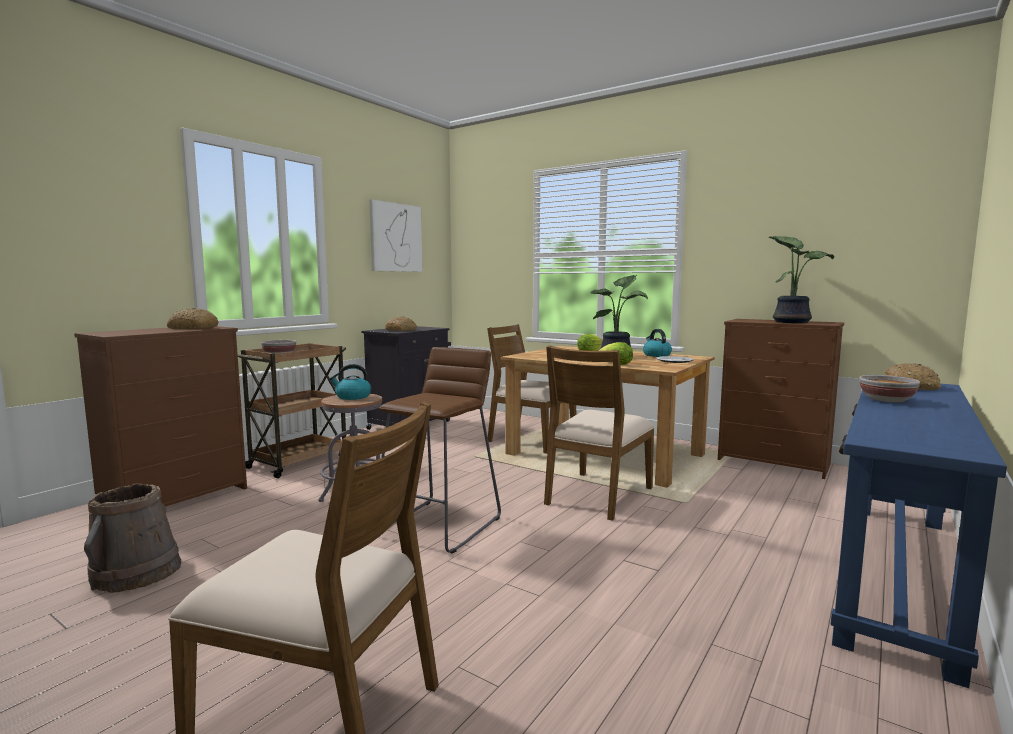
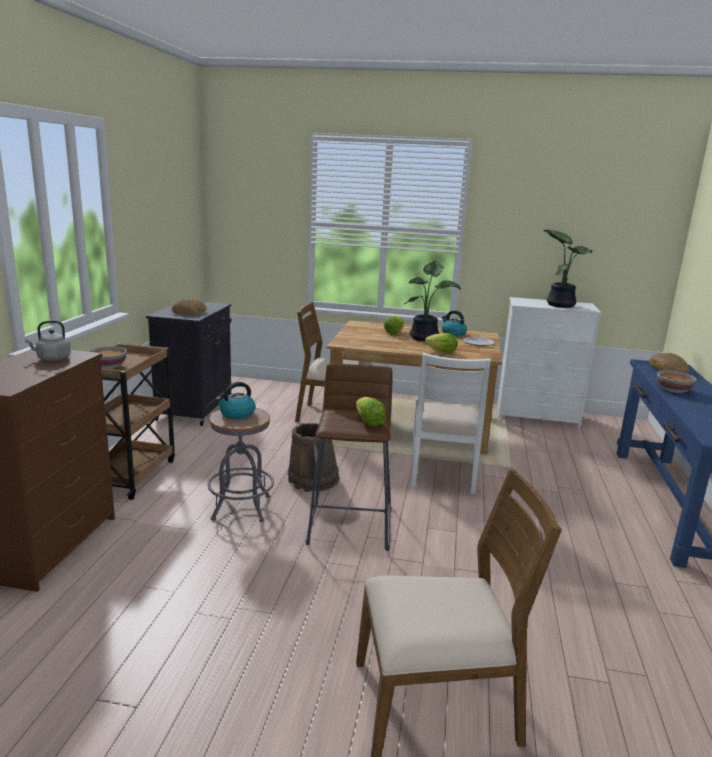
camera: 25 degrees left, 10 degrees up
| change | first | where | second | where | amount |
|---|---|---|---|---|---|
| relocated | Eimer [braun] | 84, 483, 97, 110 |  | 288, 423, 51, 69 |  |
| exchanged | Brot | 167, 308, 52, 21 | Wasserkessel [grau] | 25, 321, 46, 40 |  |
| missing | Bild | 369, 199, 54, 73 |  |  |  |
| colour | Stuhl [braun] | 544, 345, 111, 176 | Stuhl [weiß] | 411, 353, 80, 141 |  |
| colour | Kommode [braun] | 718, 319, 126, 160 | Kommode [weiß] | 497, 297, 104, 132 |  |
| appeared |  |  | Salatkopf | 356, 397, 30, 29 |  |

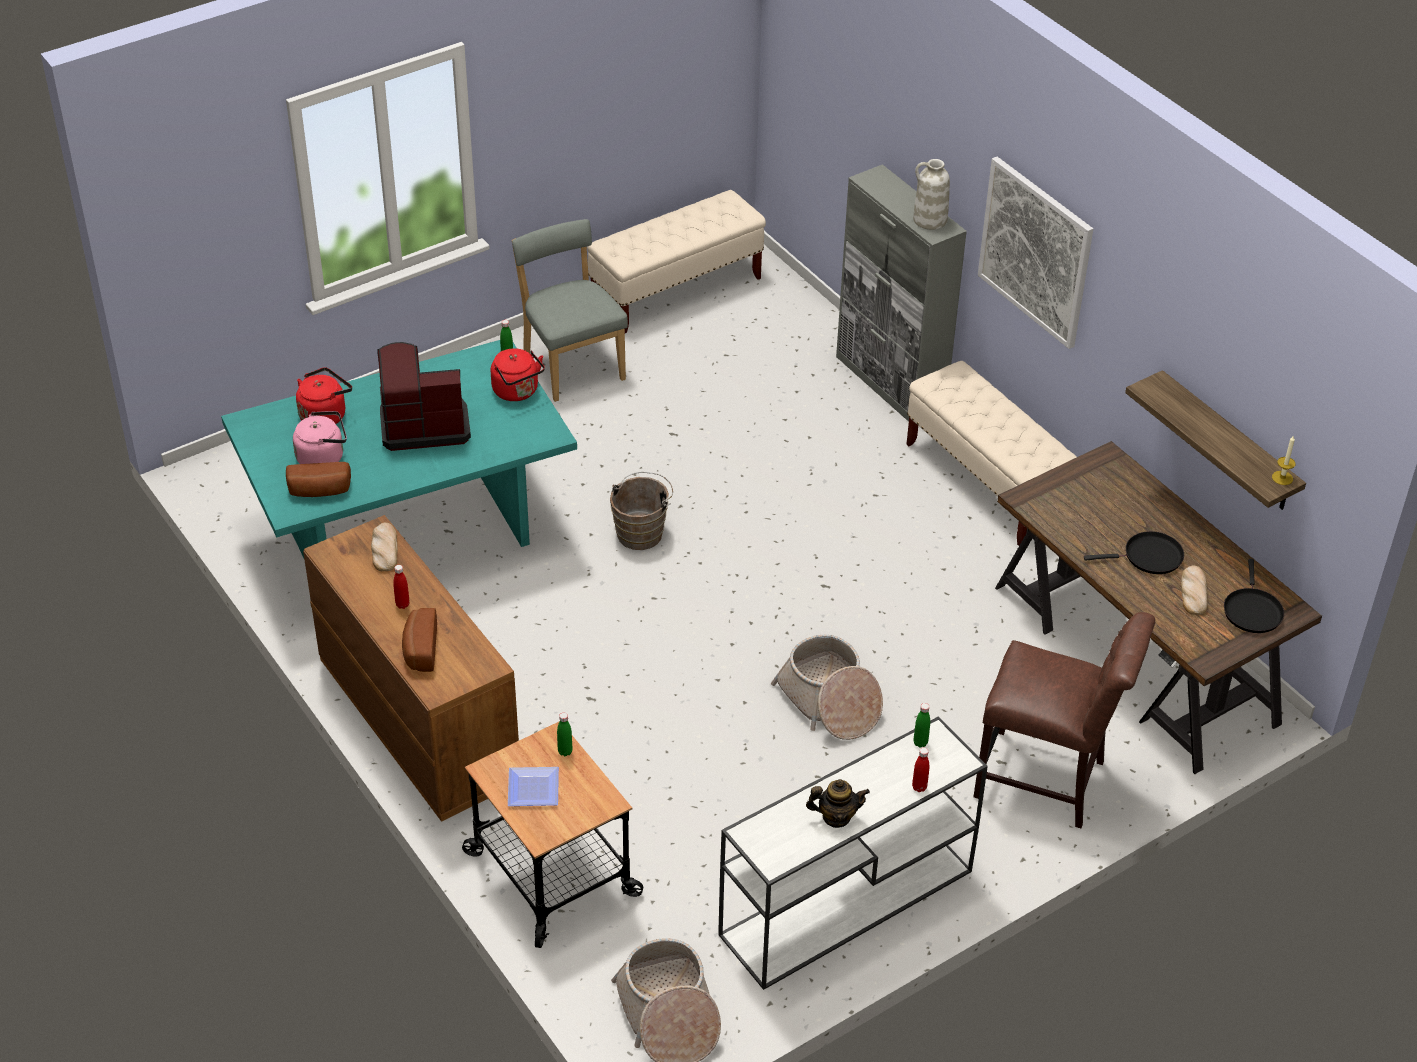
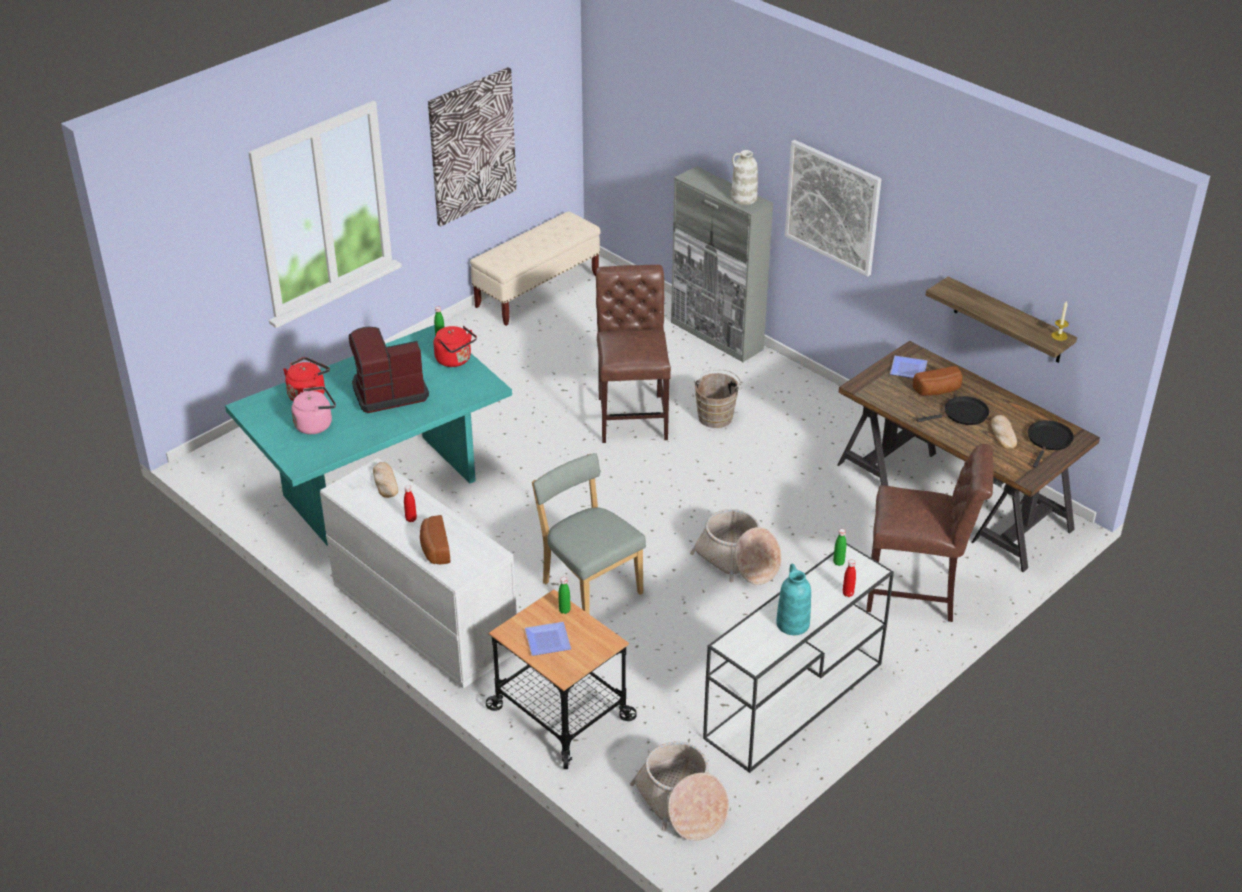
camera: 10 degrees left, 5 degrees down
| change | first | where | second | where | amount |
|---|---|---|---|---|---|
| relocated | Brot | 286, 462, 65, 35 |  | 913, 366, 50, 30 |  |
| colour | Kommode [braun] | 303, 515, 216, 307 | Kommode [weiß] | 320, 458, 197, 230 |  |
| relocated | Stuhl [grau] | 512, 219, 116, 183 |  | 532, 453, 114, 162 |  |
| relocated | Eimer [braun] | 610, 472, 63, 78 |  | 694, 370, 48, 58 |  |
| exchanged | Teekanne | 806, 779, 64, 49 | Vase [türkis] | 776, 564, 35, 71 |  |
| missing | Bank [beige] | 907, 361, 170, 185 |  |  |  |
| spun | Pfanne [schwarz] | 1224, 559, 60, 74 |  | 1028, 420, 46, 48 | 150 degrees counterclockwise |
| appeared |  |  | Bild | 428, 67, 89, 159 |  |
| appeared |  |  | Stuhl [braun] | 596, 265, 75, 178 |  |
| appeared |  |  | Teller | 890, 356, 37, 22 |  |

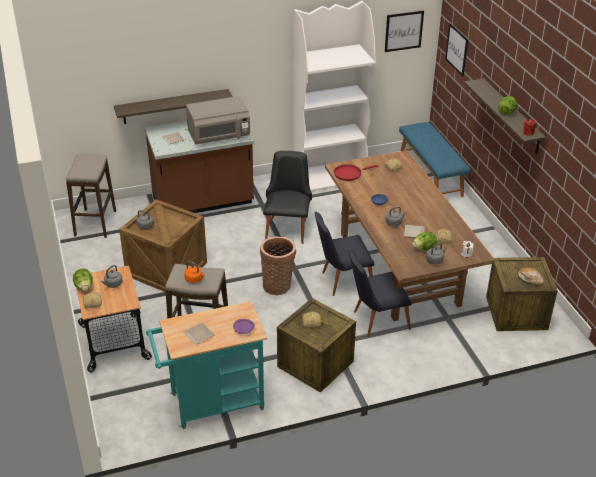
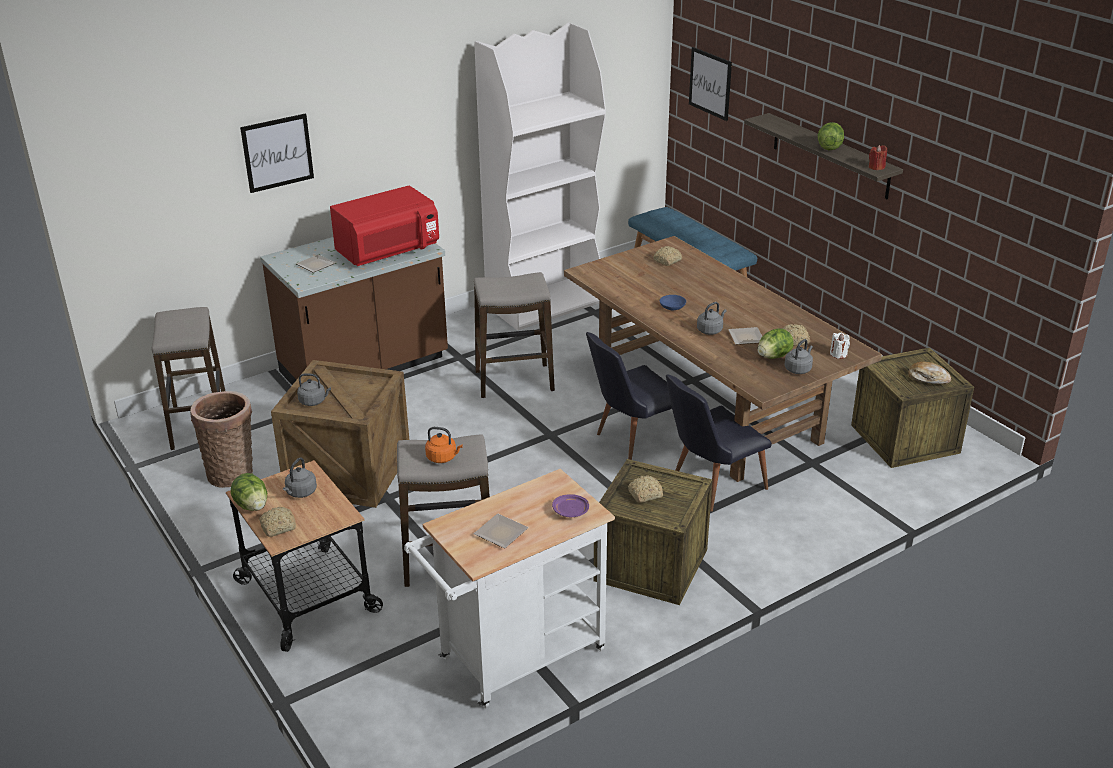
camera: 15 degrees left, 5 degrees down
| change | first | where | second | where | amount |
|---|---|---|---|---|---|
| missing | Wandregal | 114, 89, 119, 35 |  |  |  |
| colour | Rollwagen [türkis] | 146, 301, 121, 128 | Rollwagen [weiß] | 404, 469, 211, 239 |  |
| colour | Mikrowelle [grau] | 186, 96, 64, 48 | Mikrowelle [rot] | 330, 186, 109, 80 |  |
| relocated | Korb | 260, 237, 36, 58 |  | 190, 391, 63, 97 |  |
| exchanged | Stuhl [schwarz] | 263, 151, 49, 93 | Hocker | 474, 272, 81, 126 |  |
| missing | Pfanne [rot] | 334, 164, 44, 17 |  |  |  |
| relocated | Bild | 385, 10, 39, 42 |  | 240, 113, 74, 80 |  |

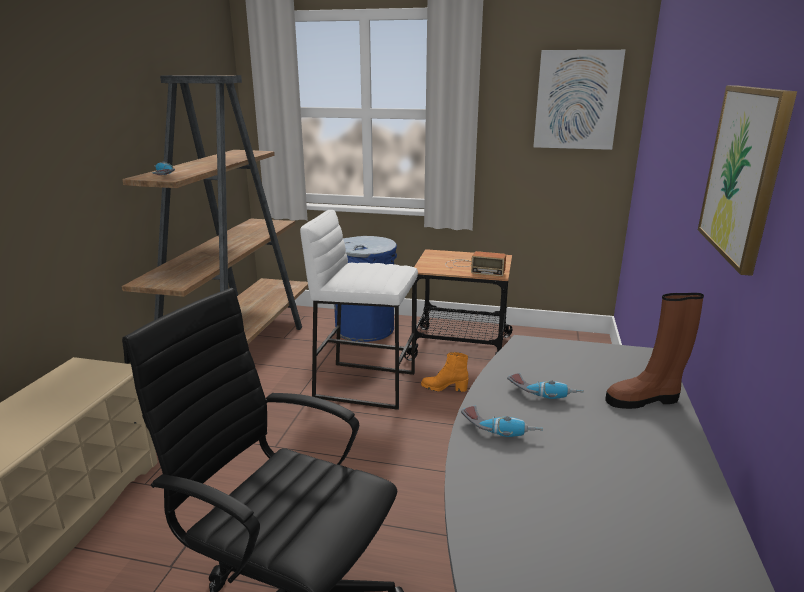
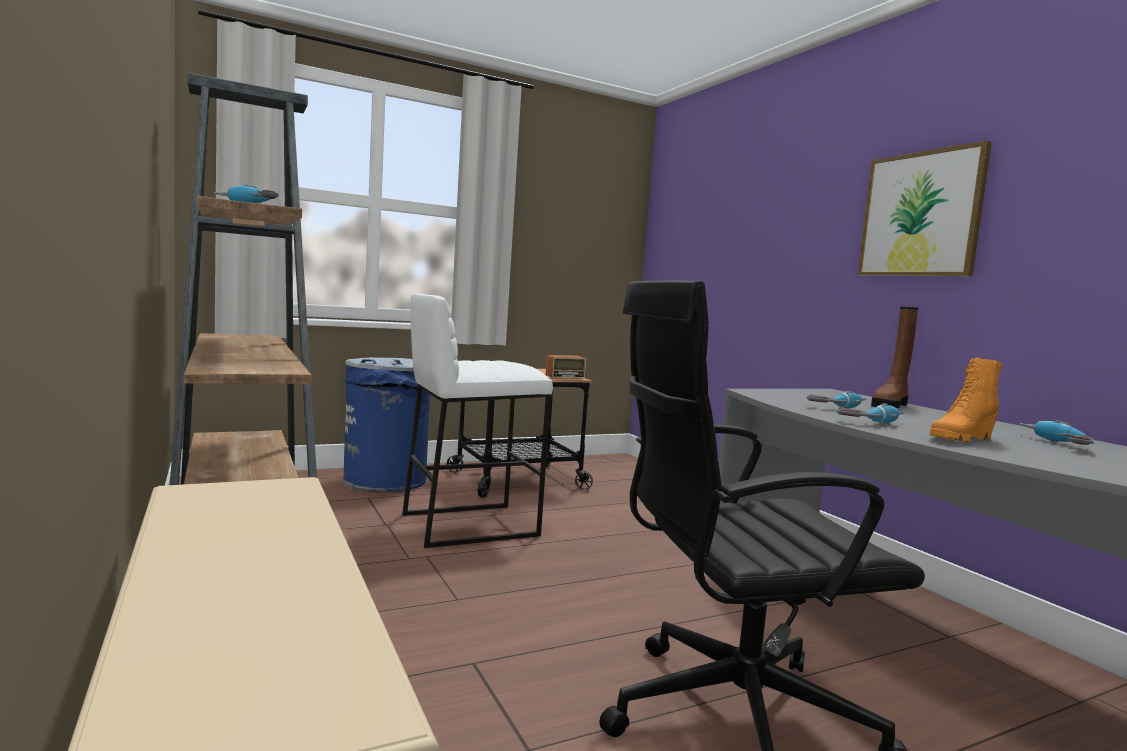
camera: 40 degrees left, 15 degrees down
| change | first | where | second | where | amount |
|---|---|---|---|---|---|
| relocated | Stiefel [orange] | 421, 352, 48, 40 |  | 930, 358, 72, 85 |  |
| missing | Bild | 533, 50, 92, 100 |  |  |  |
| appeared |  |  | Bohrmaschine | 1020, 420, 74, 25 |  |

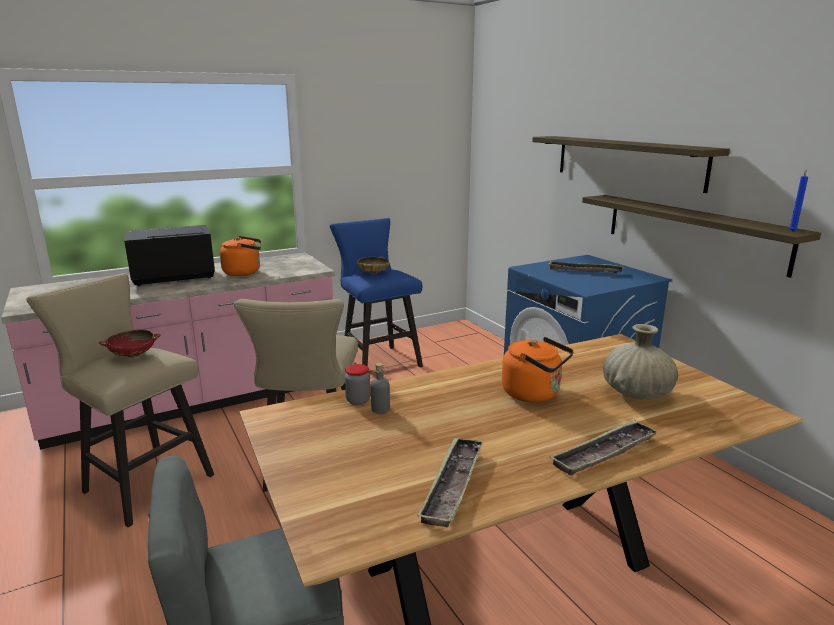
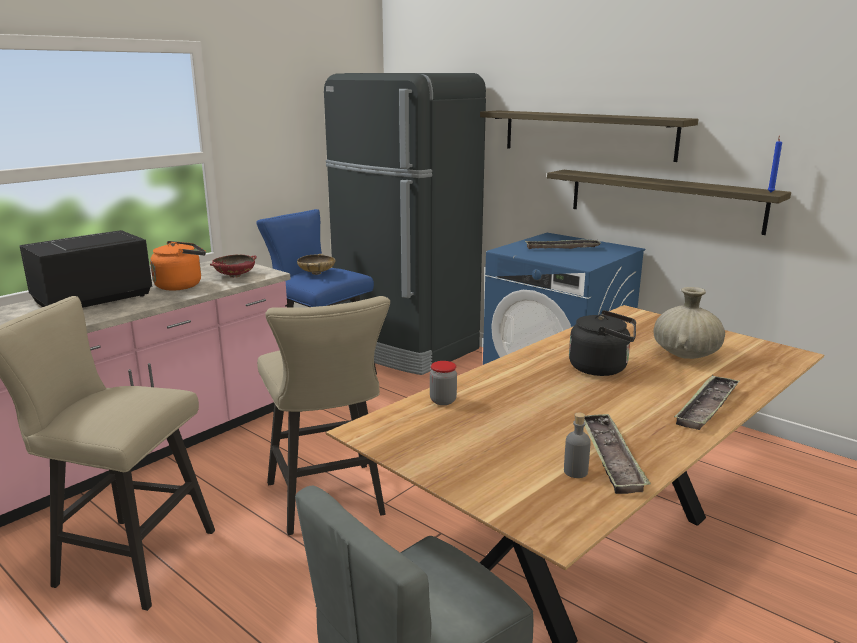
camera: 20 degrees left, 0 degrees up
| change | first | where | second | where | amount |
|---|---|---|---|---|---|
| relocated | Schüssel [rot] | 99, 330, 62, 28 |  | 210, 254, 47, 24 |  |
| relocated | Flasche [grau] | 371, 363, 19, 51 |  | 564, 413, 27, 65 |  |
| colour | Wasserkessel [orange] | 502, 337, 72, 66 | Wasserkessel [schwarz] | 569, 310, 67, 66 |  |
| appeared |  |  | Kühlschrank [schwarz] | 324, 73, 162, 302 |  |

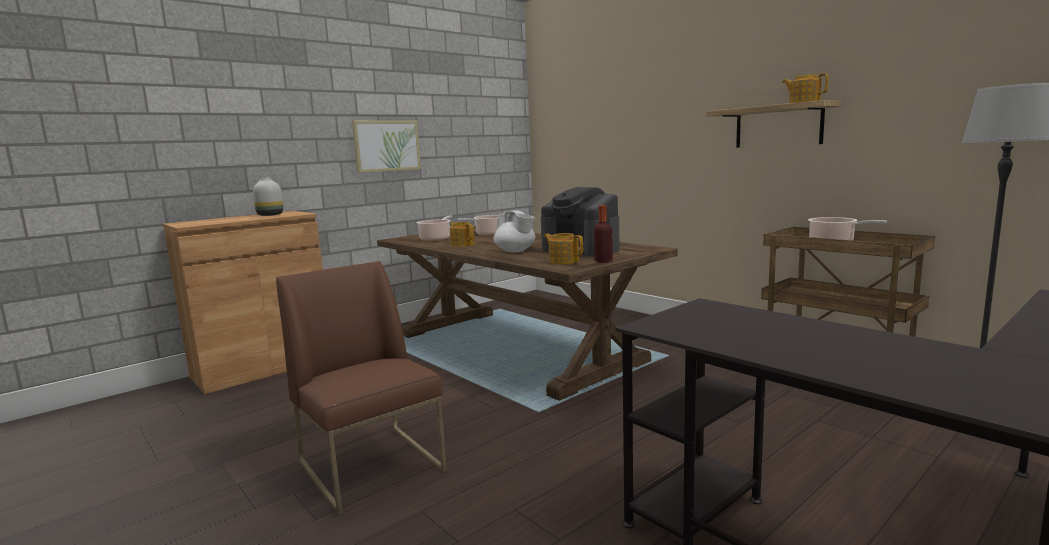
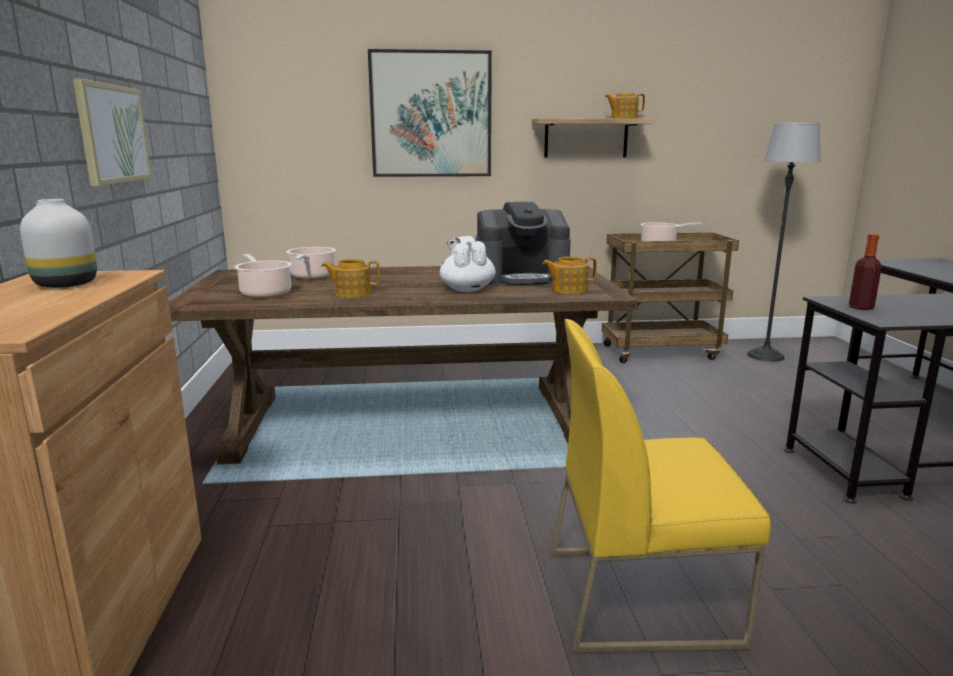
camera: 55 degrees left, 5 degrees up
| change | first | where | second | where | amount |
|---|---|---|---|---|---|
| colour | Stuhl [braun] | 276, 261, 171, 255 | Stuhl [gelb] | 551, 319, 220, 334 |  |
| spun | Teekanne [weiß] | 493, 211, 42, 42 |  | 440, 236, 56, 56 | 105 degrees counterclockwise |
| relocated | Flasche | 594, 205, 19, 58 |  | 849, 234, 33, 76 |  |
| appeared |  |  | Bild | 368, 49, 124, 128 |  |

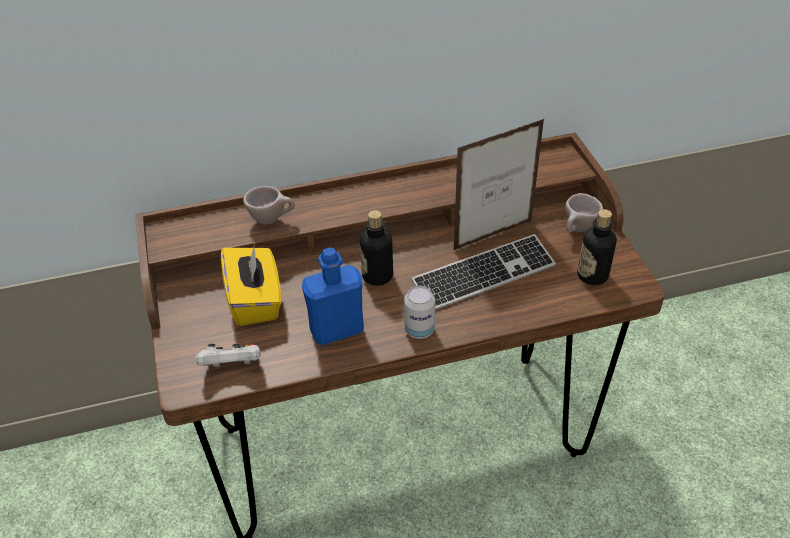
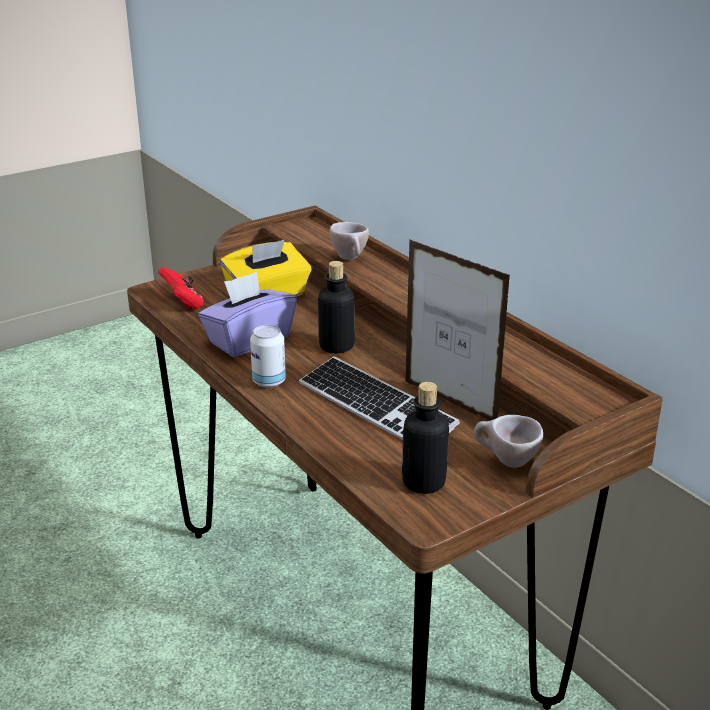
camera: 70 degrees right, 15 degrees down
| change | first | where | second | where | amount |
|---|---|---|---|---|---|
| colour | Gamepad [weiß] | 196, 344, 65, 24 | Gamepad [rot] | 158, 267, 46, 43 |  |
| exchanged | Flasche [blau] | 302, 248, 62, 97 | Taschentuchbox [lila] | 198, 272, 99, 85 |  |

